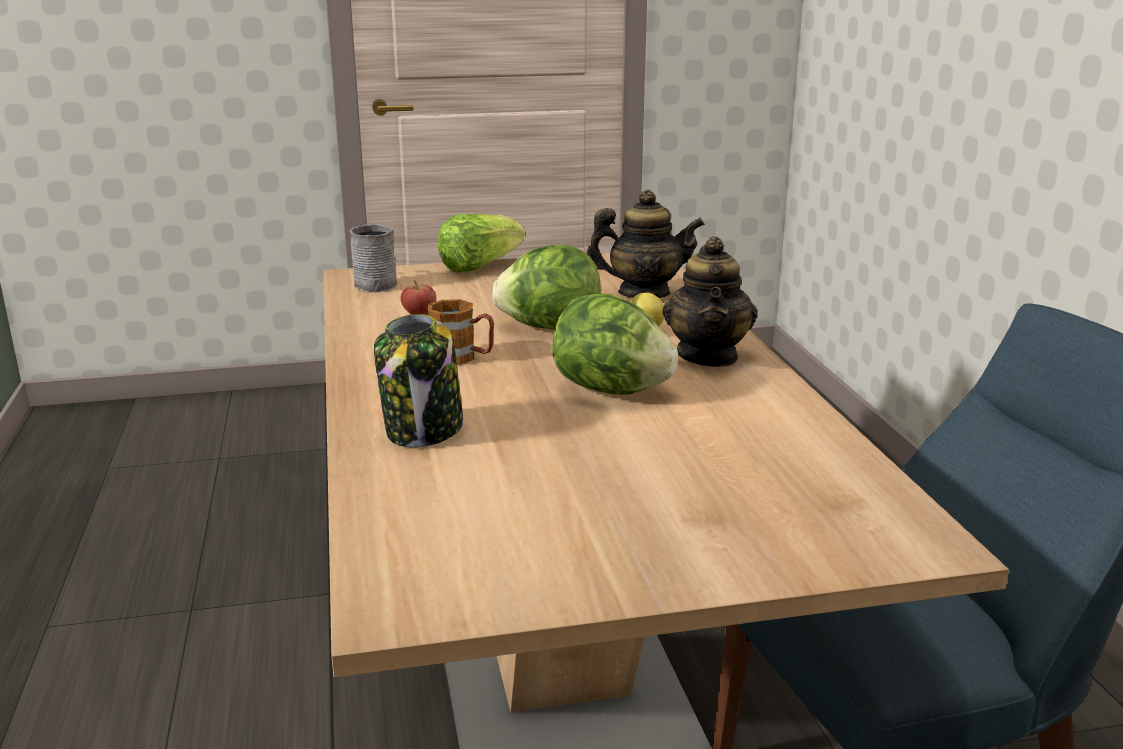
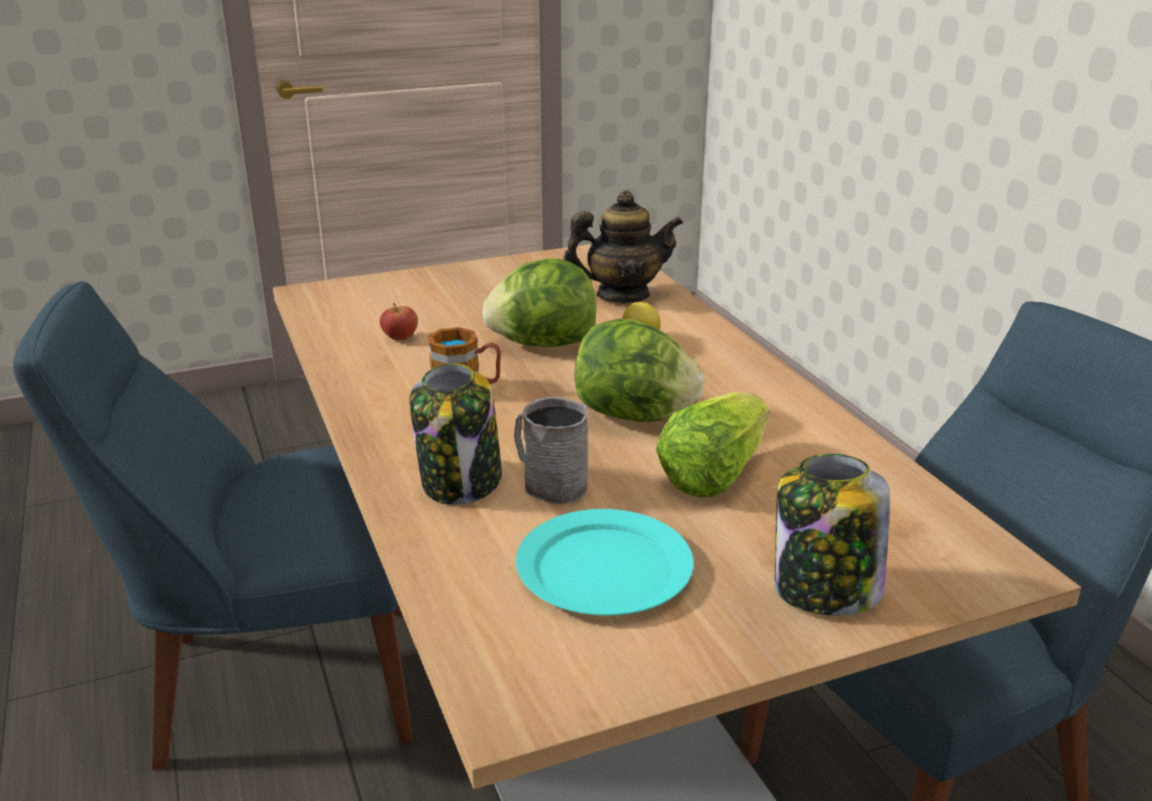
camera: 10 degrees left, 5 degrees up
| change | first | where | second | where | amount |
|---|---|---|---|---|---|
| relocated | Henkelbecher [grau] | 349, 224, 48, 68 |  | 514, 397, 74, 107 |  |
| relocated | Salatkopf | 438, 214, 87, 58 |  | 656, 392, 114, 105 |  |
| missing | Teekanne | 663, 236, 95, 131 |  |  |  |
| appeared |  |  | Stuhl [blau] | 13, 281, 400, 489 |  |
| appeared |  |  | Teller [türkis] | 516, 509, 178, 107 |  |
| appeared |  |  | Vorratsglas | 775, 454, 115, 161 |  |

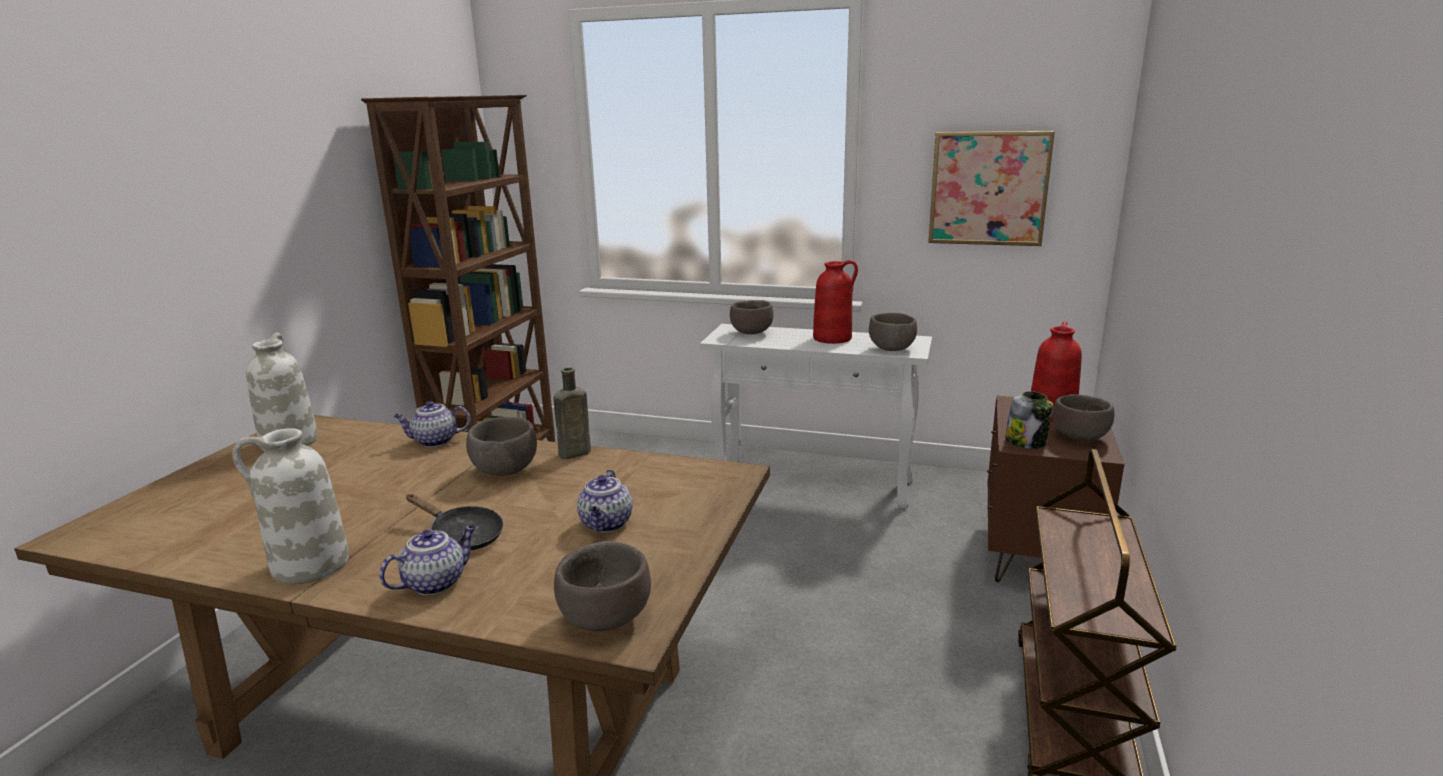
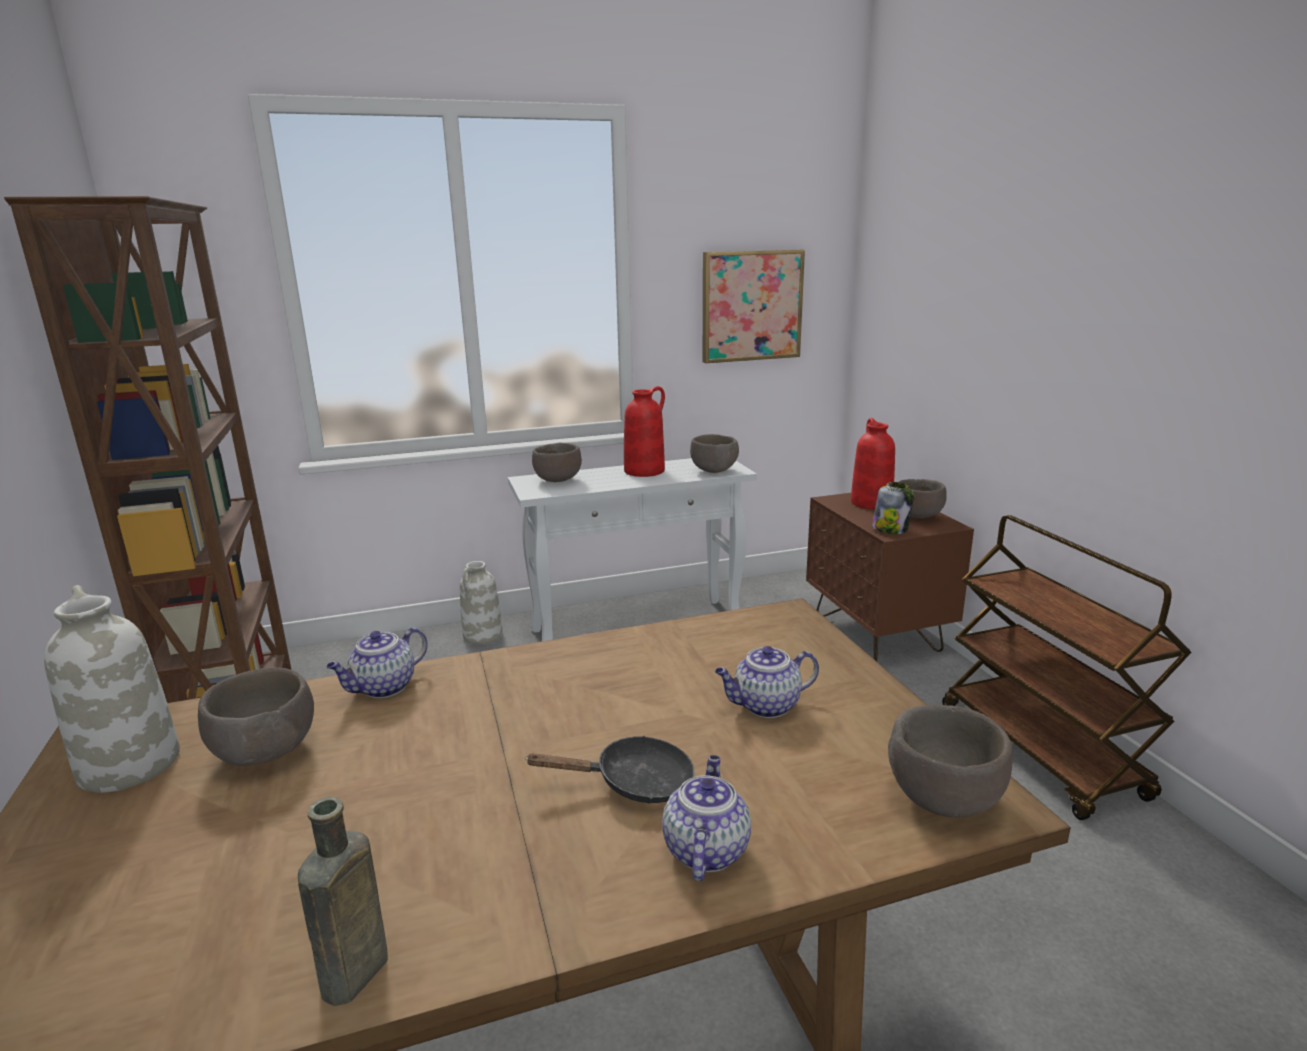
camera: 35 degrees left, 0 degrees up
| change | first | where | second | where | amount |
|---|---|---|---|---|---|
| relocated | Vase [weiß] | 232, 428, 117, 157 |  | 460, 561, 43, 83 |  |
| relocated | Schüssel [braun] | 466, 417, 71, 59 |  | 198, 667, 116, 99 |  |
| relocated | Flasche [braun] | 553, 367, 38, 92 |  | 298, 797, 90, 209 |  |
| spun | Teekanne | 577, 469, 56, 63 |  | 715, 646, 104, 72 | 105 degrees clockwise |

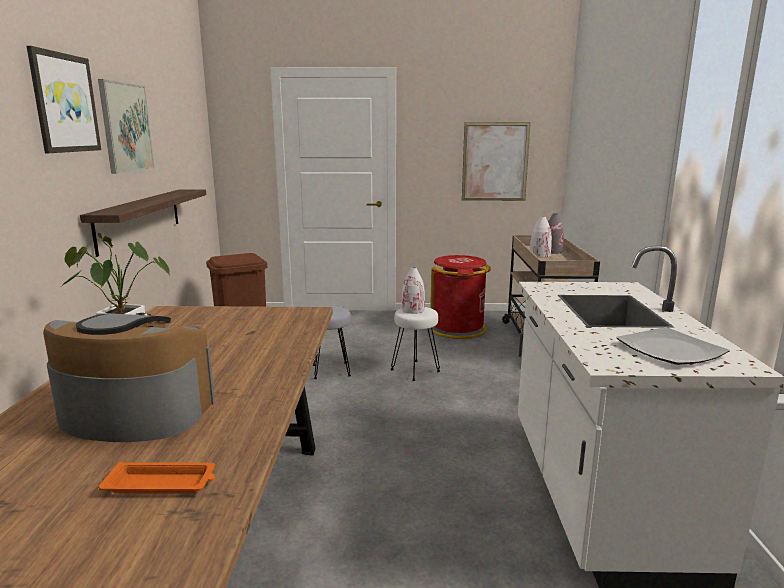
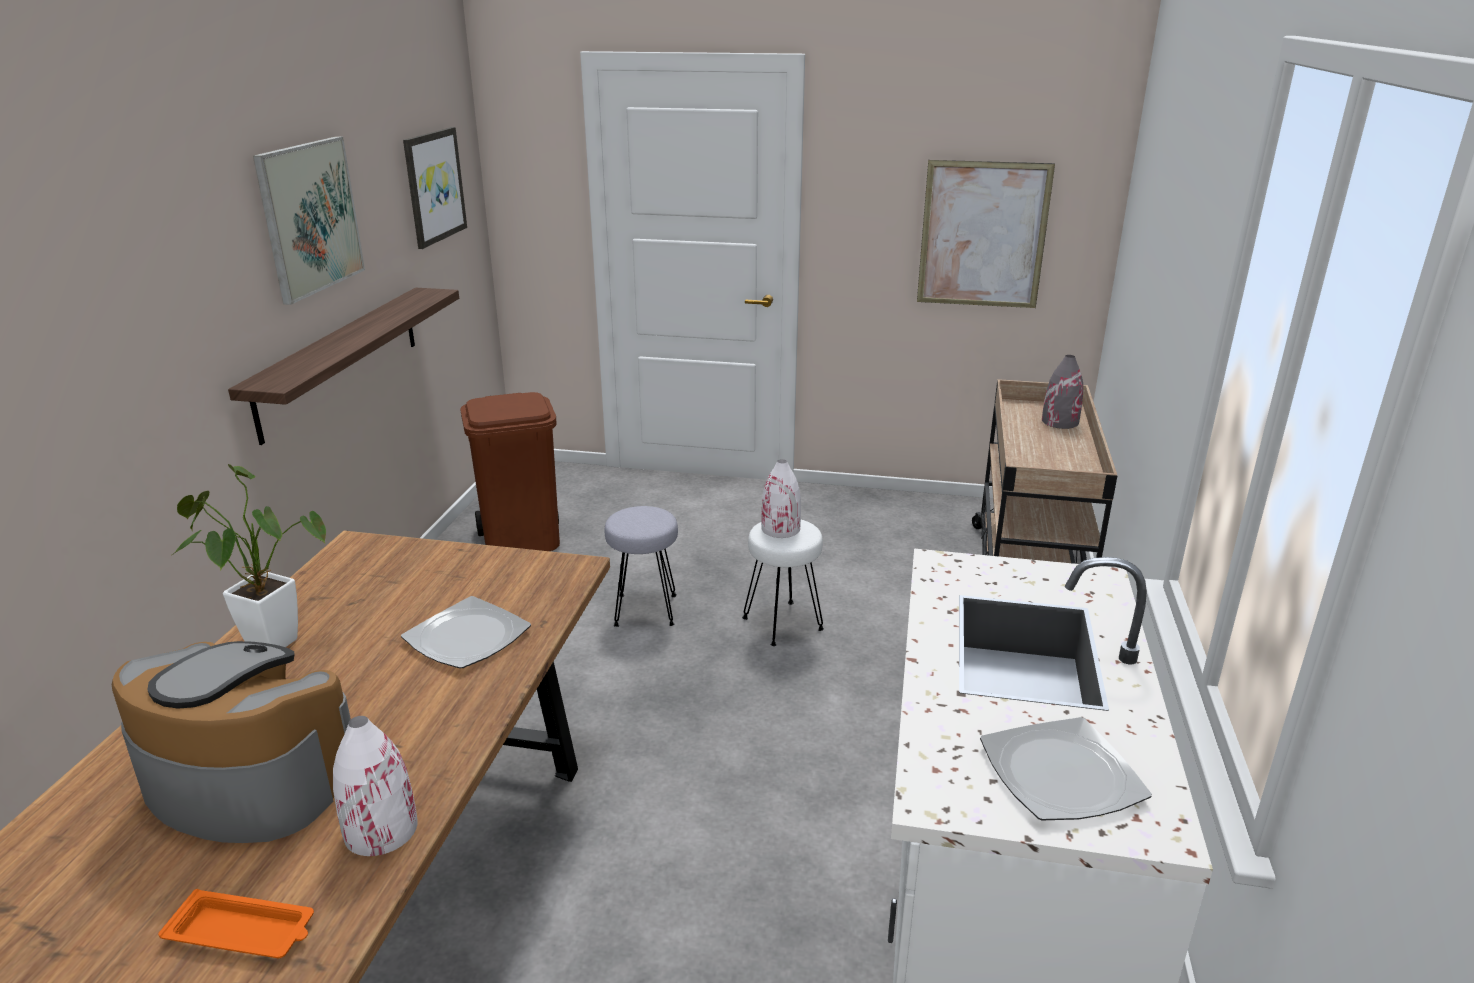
camera: 10 degrees right, 10 degrees up
| change | first | where | second | where | amount |
|---|---|---|---|---|---|
| relocated | Bild | 27, 46, 74, 107 |  | 403, 127, 64, 122 |  |
| missing | Mülleimer [rot] | 430, 255, 61, 84 |  |  |  |
| relocated | Vase [weiß] | 530, 216, 22, 41 |  | 333, 716, 85, 140 |  |
| appeared |  |  | Teller | 401, 596, 130, 72 |  |

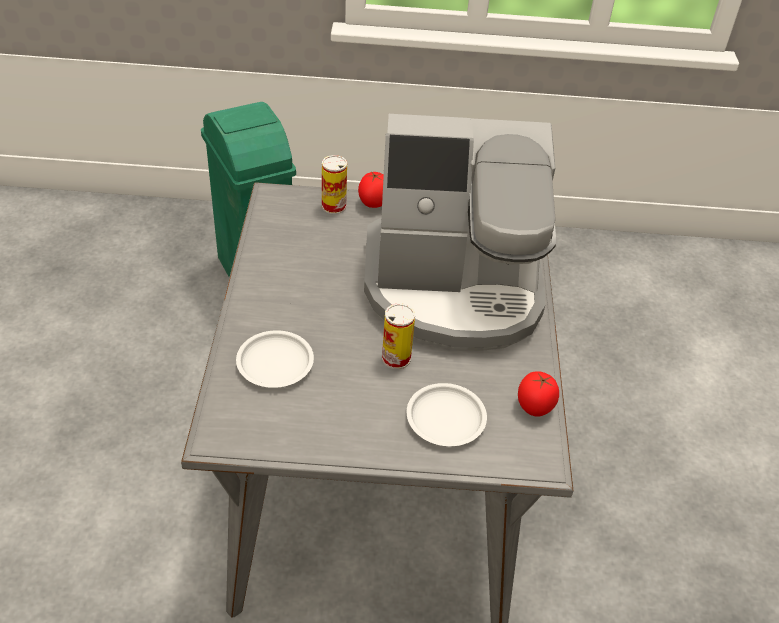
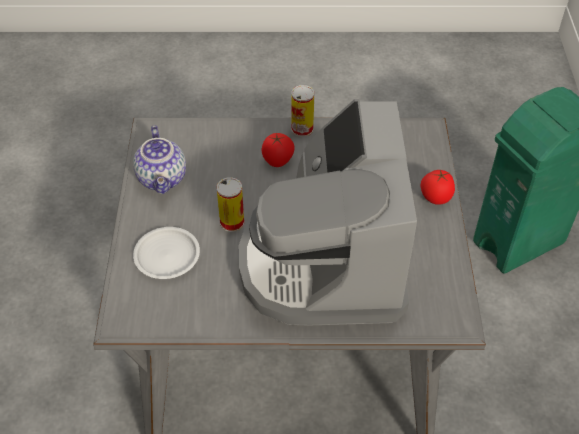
camera: 90 degrees right, 5 degrees up
| change | first | where | second | where | amount |
|---|---|---|---|---|---|
| missing | Teller [weiß] | 236, 330, 78, 58 |  |  |  |
| relocated | Dose | 322, 155, 25, 59 |  | 291, 85, 23, 52 |  |
| relocated | Tomate | 518, 371, 41, 46 |  | 262, 133, 33, 34 |  |
| appeared |  |  | Teekanne | 133, 125, 53, 69 |  |

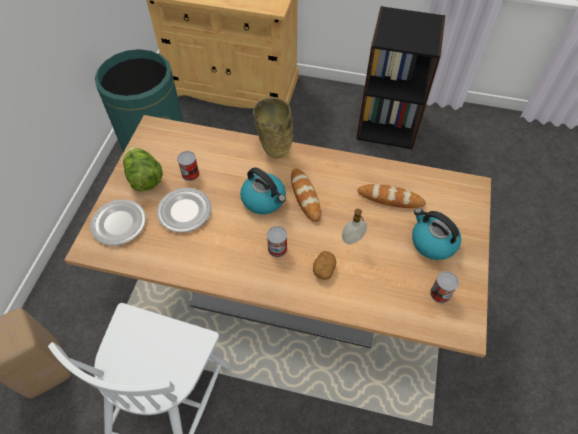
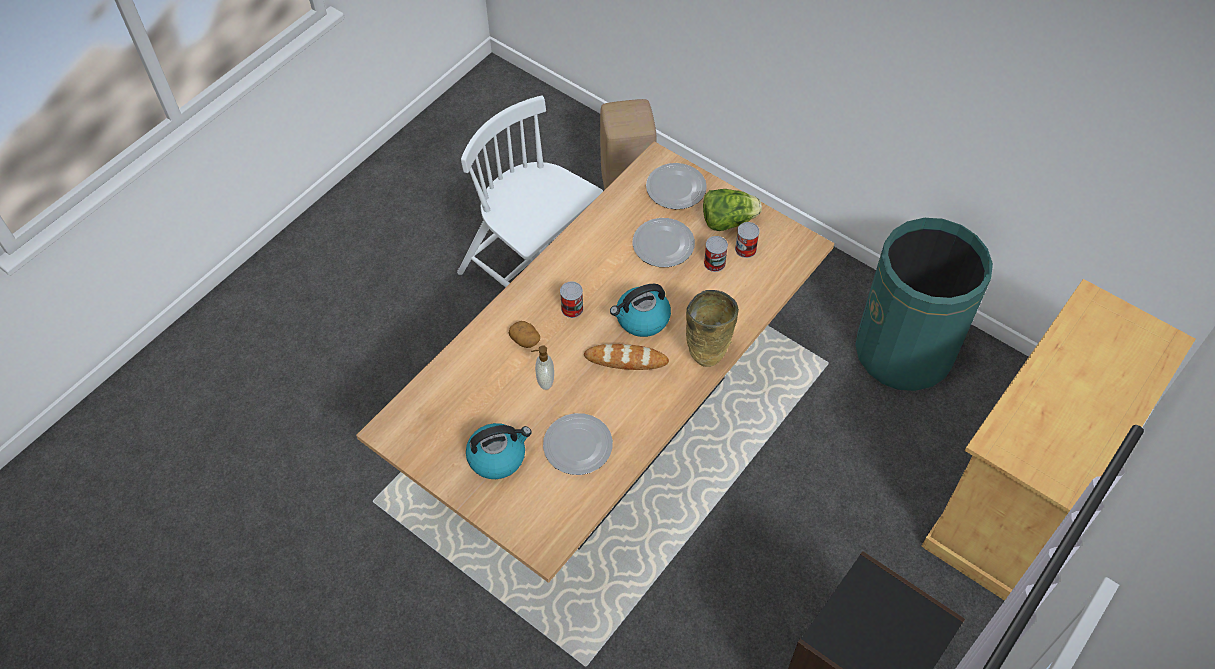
camera: 115 degrees right, 0 degrees up
| change | first | where | second | where | amount |
|---|---|---|---|---|---|
| exchanged | Brot | 357, 184, 69, 24 | Teller | 543, 413, 70, 62 |  |
| relocated | Dose | 430, 271, 29, 32 |  | 735, 222, 25, 36 |  |

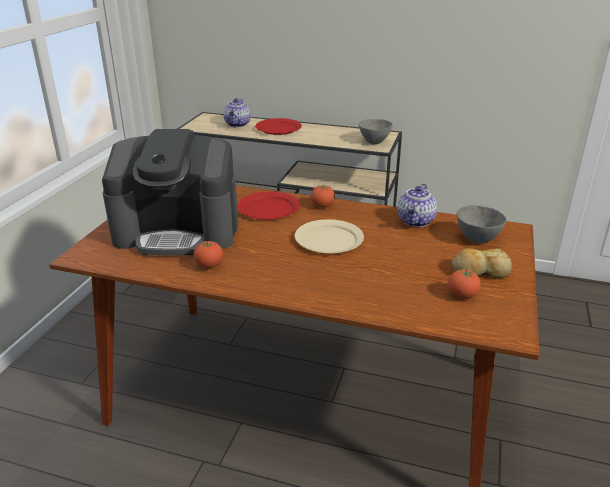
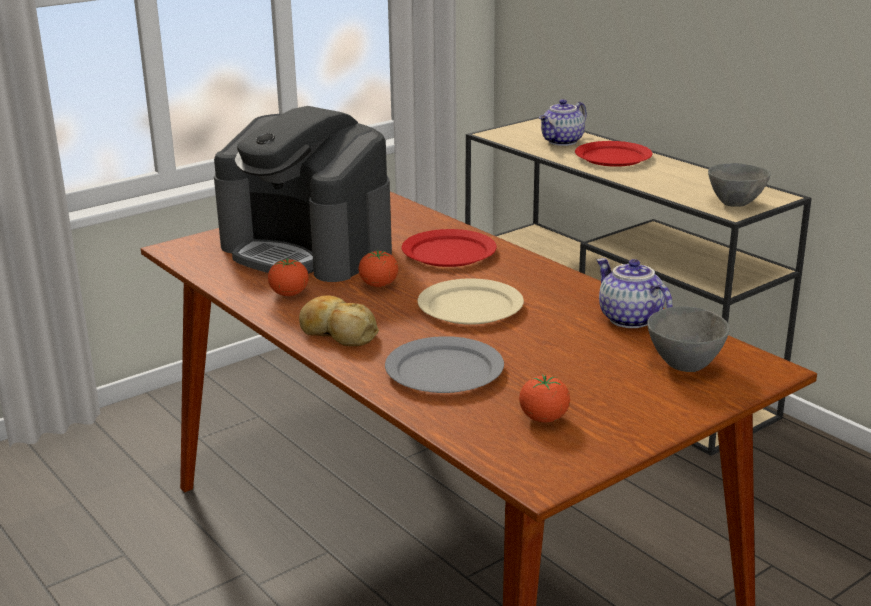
camera: 35 degrees right, 5 degrees down
| change | first | where | second | where | amount |
|---|---|---|---|---|---|
| relocated | Tomate | 311, 185, 24, 23 |  | 358, 250, 40, 37 |  |
| spun | Teekanne | 398, 184, 39, 43 |  | 596, 258, 76, 70 | 90 degrees clockwise |
| relocated | Brot | 452, 248, 60, 31 |  | 299, 295, 80, 51 |  |
| appeared |  |  | Teller [grau] | 385, 336, 119, 57 |  |

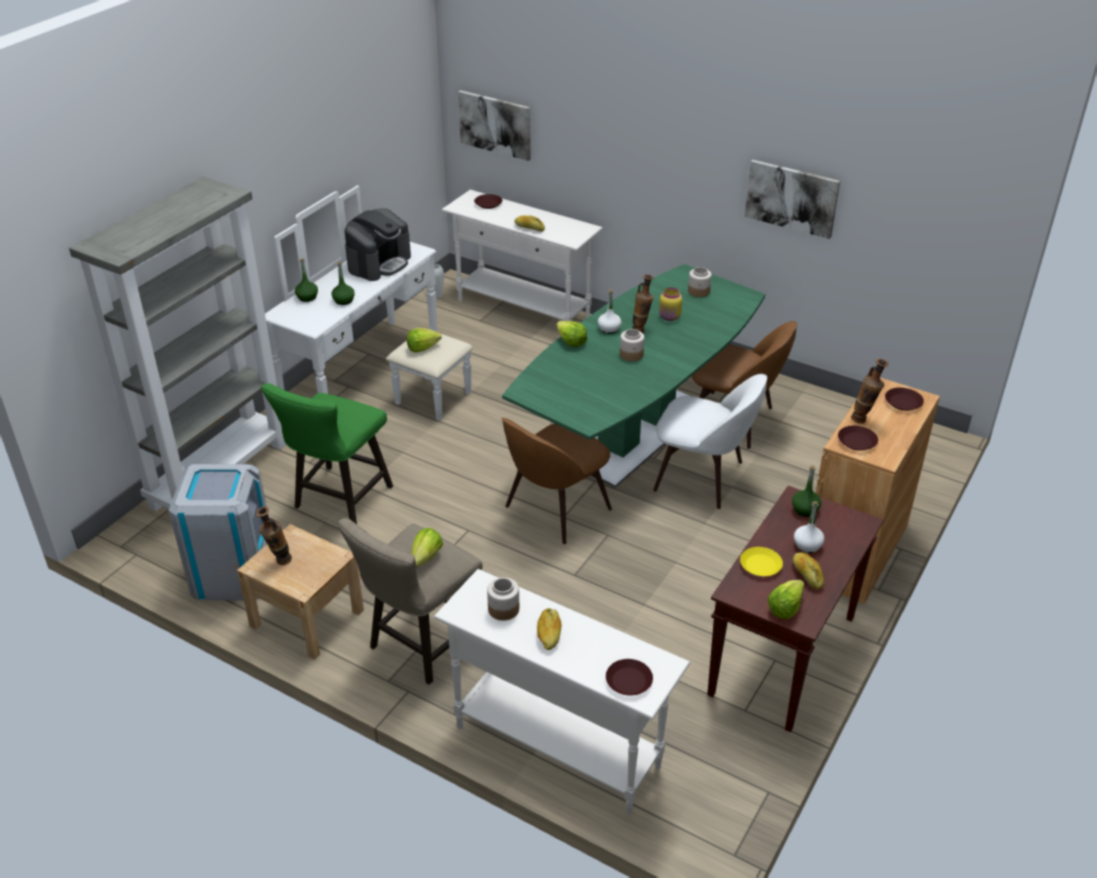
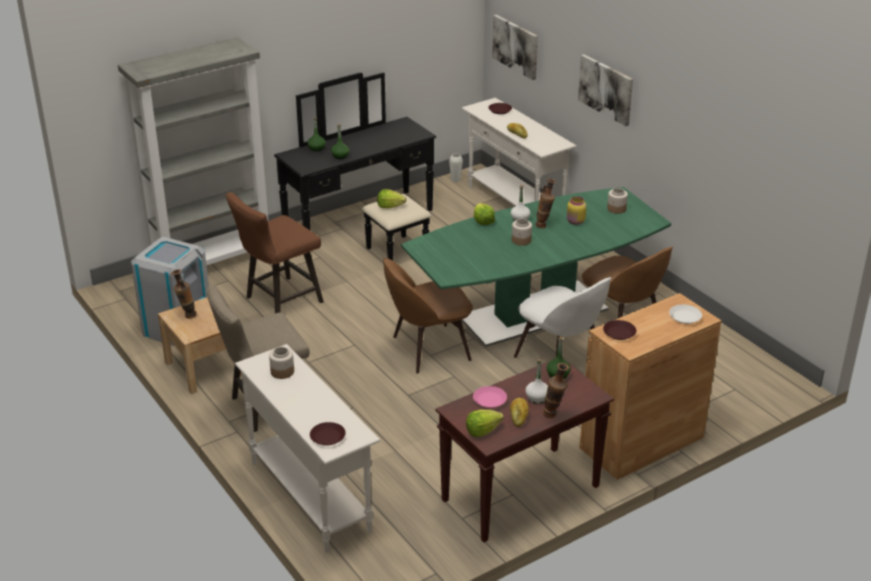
camera: 25 degrees right, 5 degrees down
| change | first | where | second | where | amount |
|---|---|---|---|---|---|
| colour | Hocker [grün] | 261, 383, 132, 141 | Hocker [braun] | 226, 192, 98, 121 |  |
| colour | Kommode [weiß] | 265, 185, 208, 236 | Kommode [schwarz] | 274, 72, 162, 189 |  |
| missing | Kaffeemaschine | 345, 208, 66, 73 |  |  |  |
| missing | Salatkopf | 411, 528, 32, 40 |  |  |  |
| missing | Brot | 537, 608, 24, 42 |  |  |  |
| colour | Teller [gelb] | 740, 547, 43, 29 | Teller [rosa] | 473, 386, 34, 22 |  |
| relocated | Bild | 745, 160, 95, 79 |  | 578, 54, 55, 72 |  |
| relocated | Vase | 851, 359, 38, 65 |  | 543, 363, 26, 55 |  |
| colour | Teller [braun] | 885, 388, 39, 23 | Teller [weiß] | 669, 305, 33, 19 |  |

